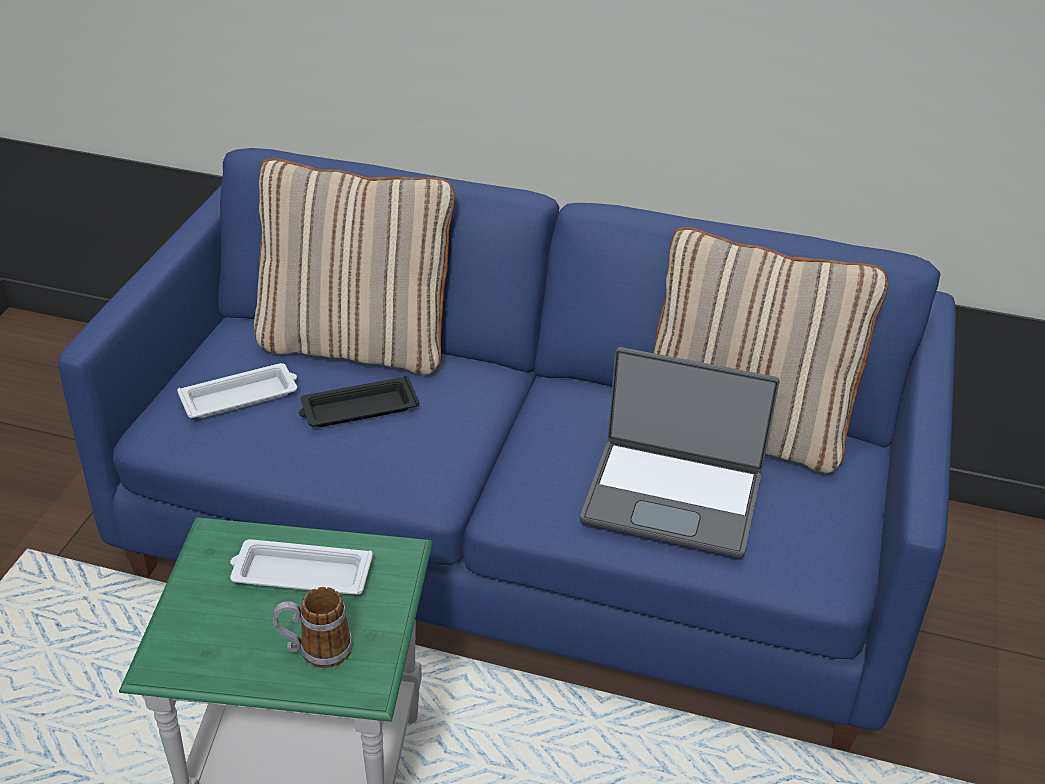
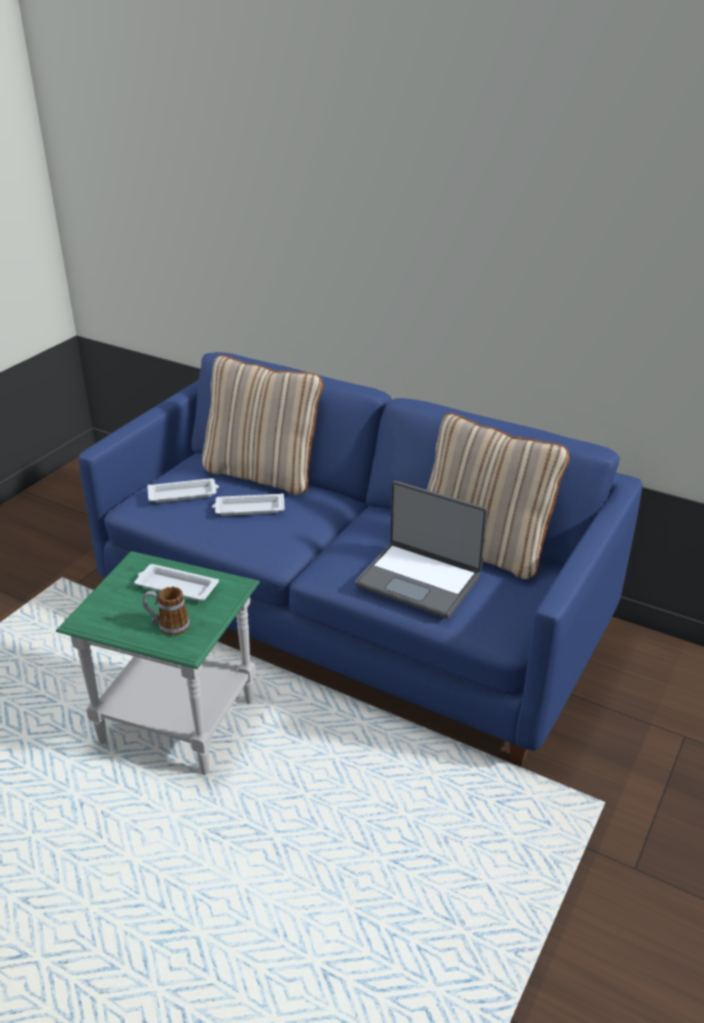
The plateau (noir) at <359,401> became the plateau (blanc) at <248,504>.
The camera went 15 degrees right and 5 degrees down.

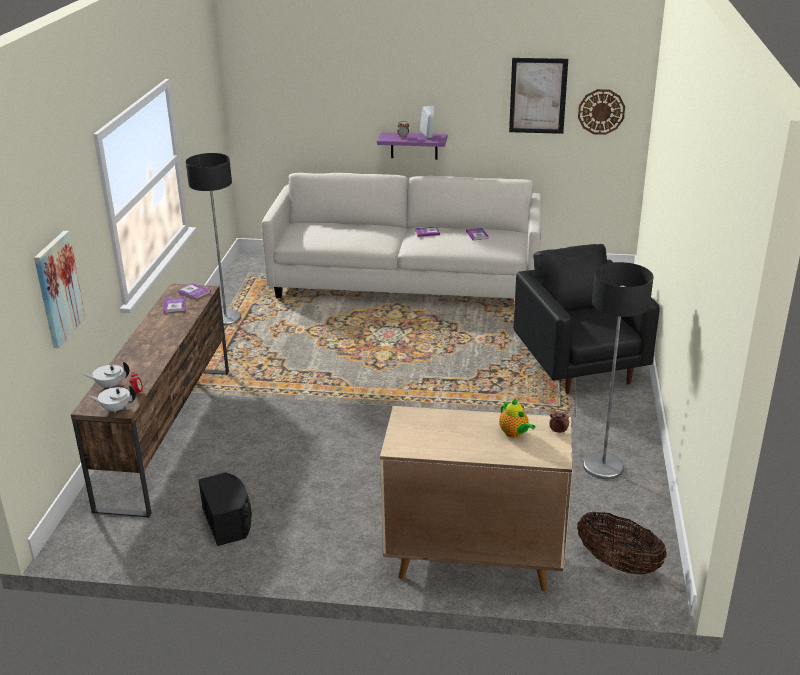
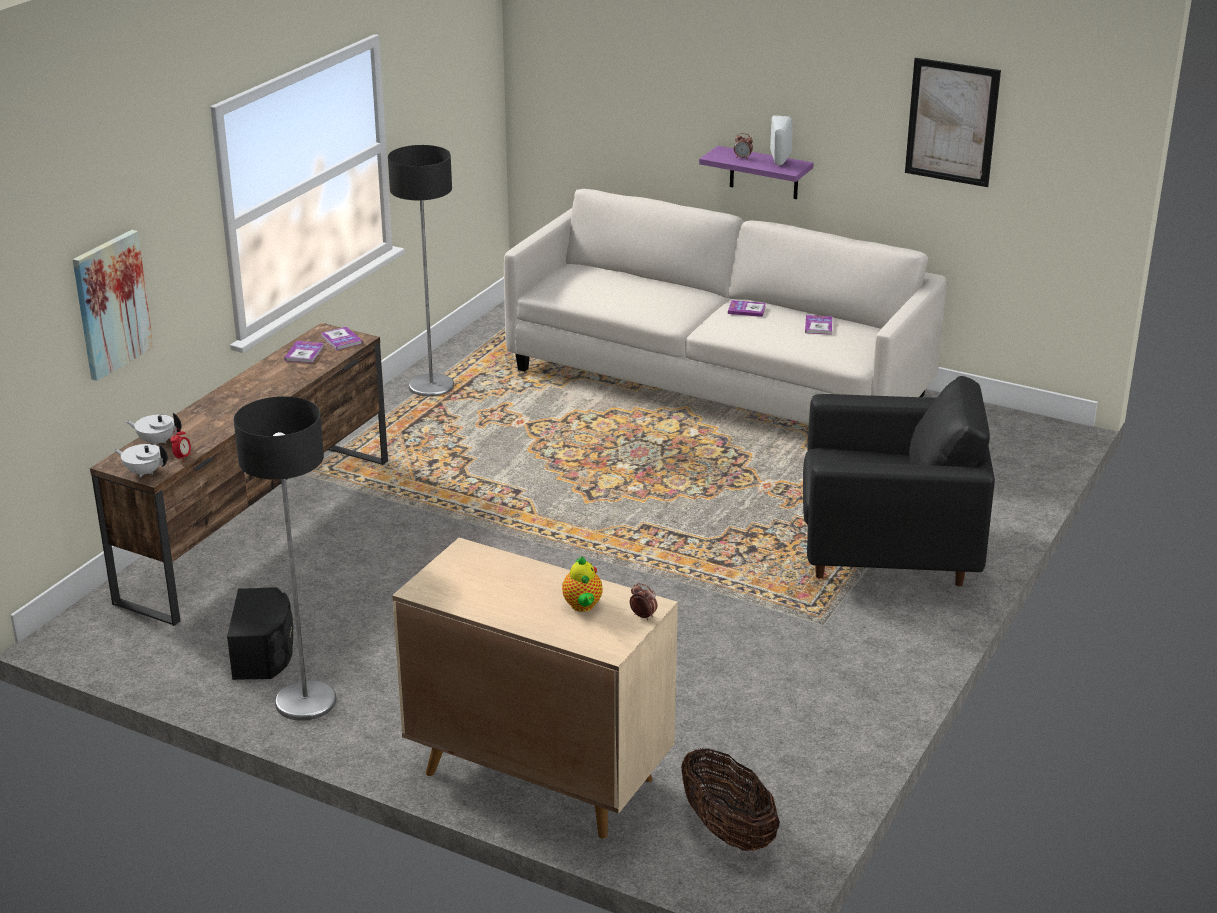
The horloge murale at <601,112> disappeared.
The fauteuil (noir) at <586,319> turned 90 degrees clockwise.
The lampadaire moved from <618,370> to <285,558>.
The camera went 20 degrees right and 0 degrees up.

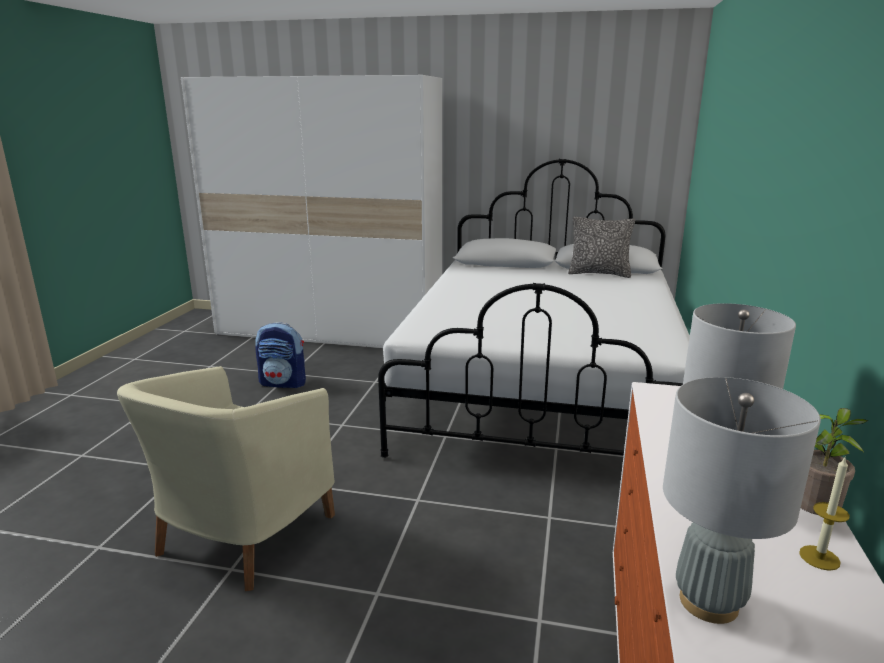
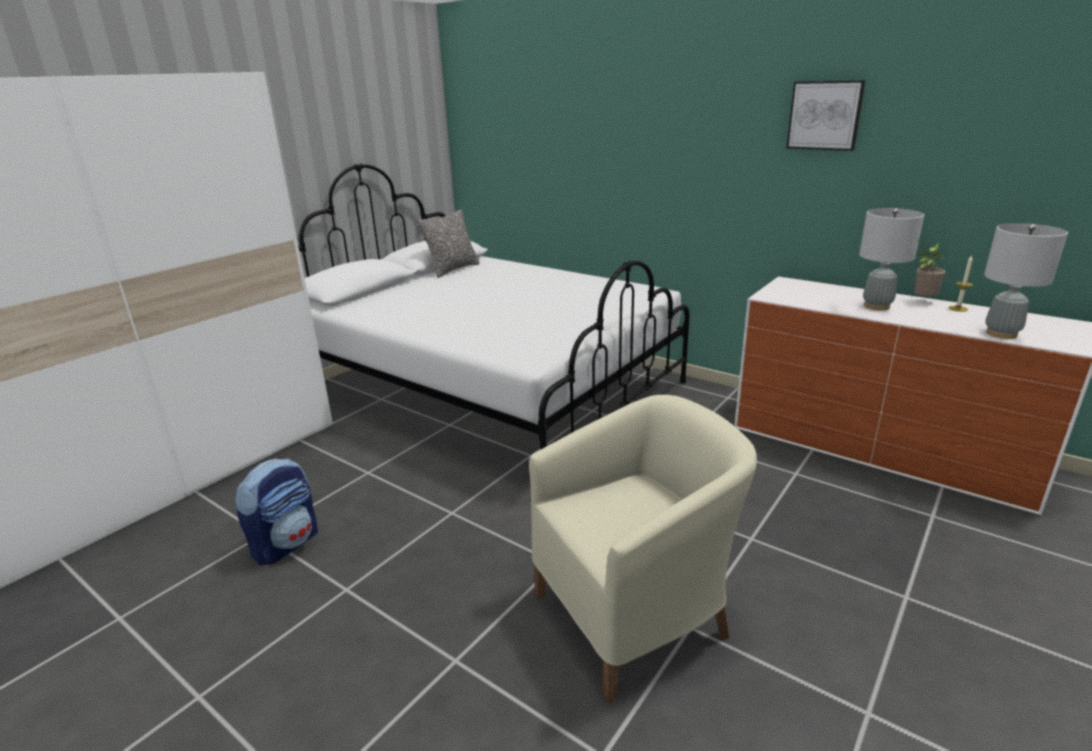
The fauteuil (beige) at <226,478> turned 75 degrees counterclockwise.
The tableau at <825,115> appeared.
The camera went 65 degrees left and 5 degrees up.

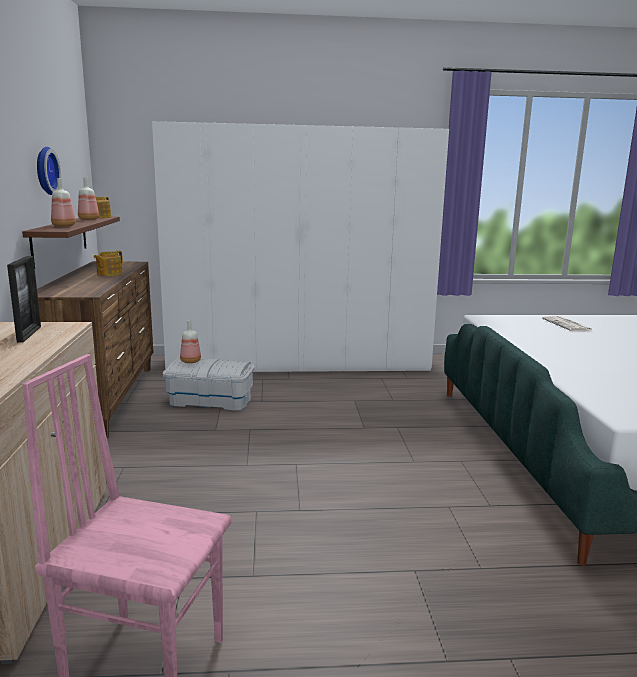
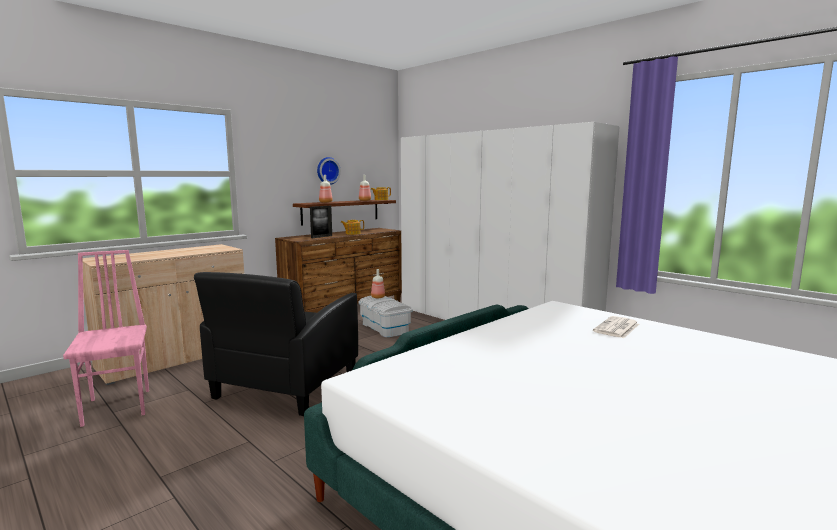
The cadre photo moved from <24,299> to <321,222>.
The fauteuil (noir) at <276,344> appeared.
The camera went 50 degrees right and 5 degrees down.

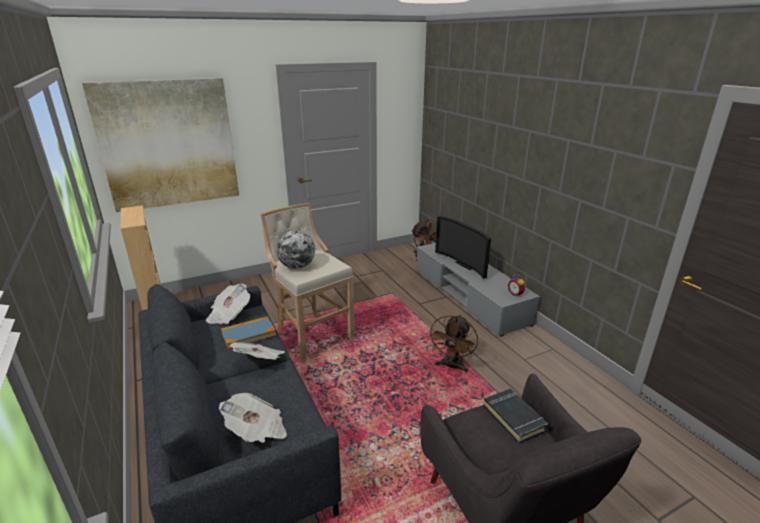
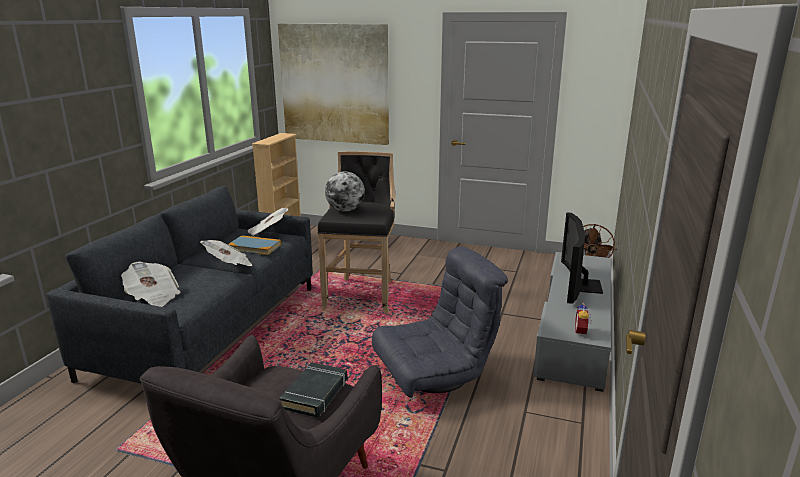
The tabouret (beige) at <308,283> became the tabouret (noir) at <356,232>.
The ventilateur (marron) at <453,343> was replaced by the fauteuil (gris) at <440,322>.
The camera went 45 degrees right and 5 degrees down.

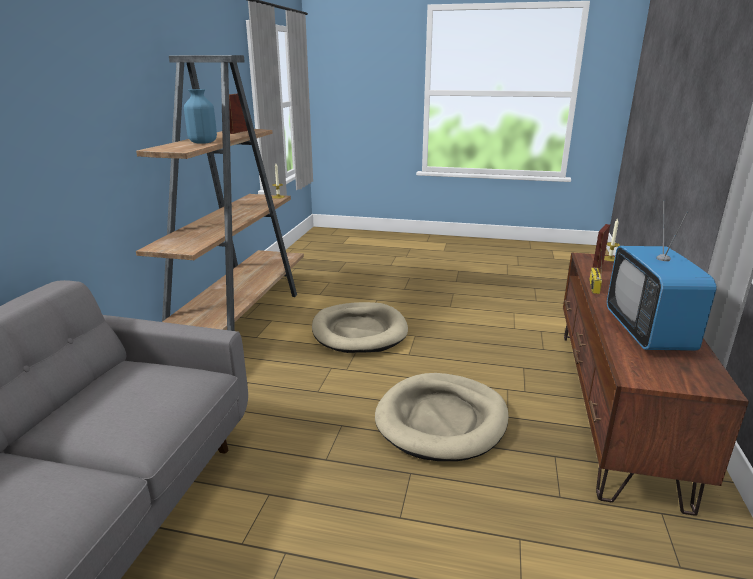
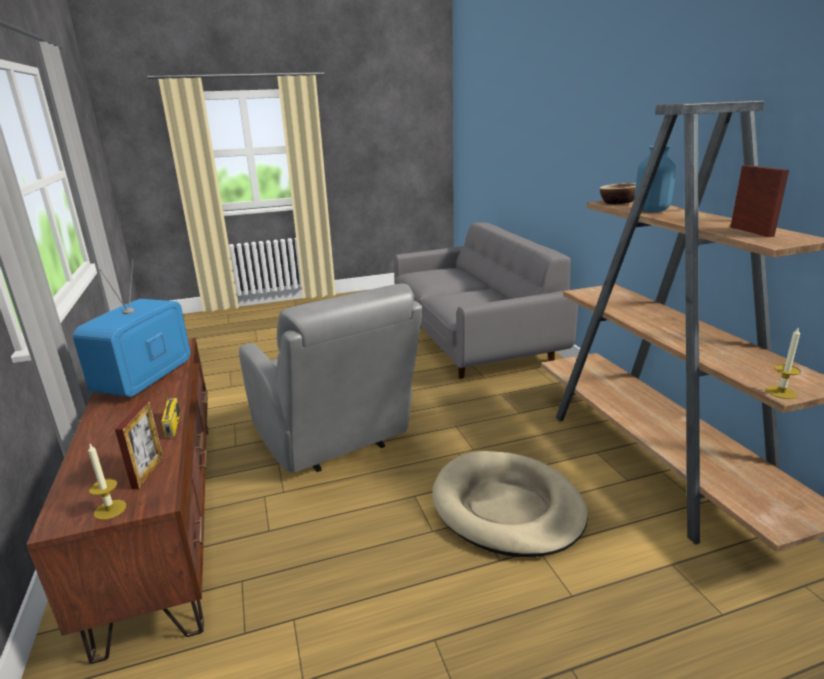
The téléviseur at <662,275> turned 135 degrees counterclockwise.
The panier pour chien (beige) at <442,417> was replaced by the fauteuil (gris) at <331,377>.
The bol at <618,193> appeared.
The camera went 150 degrees right and 0 degrees up.

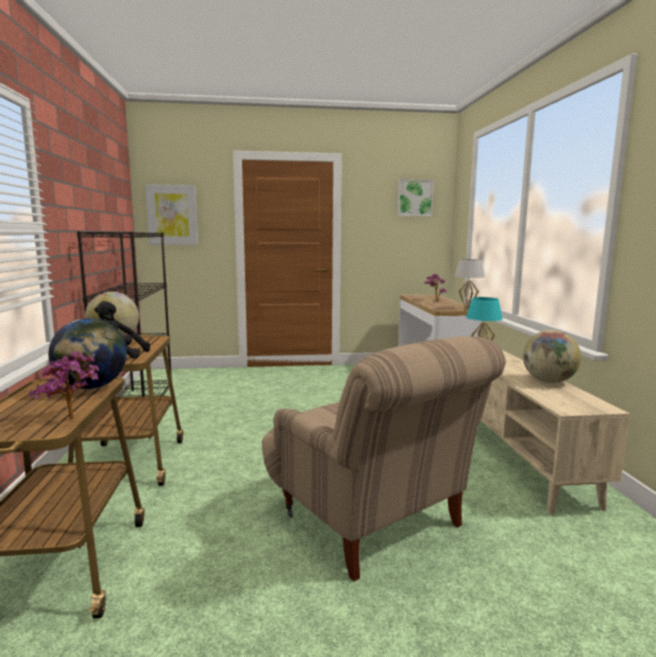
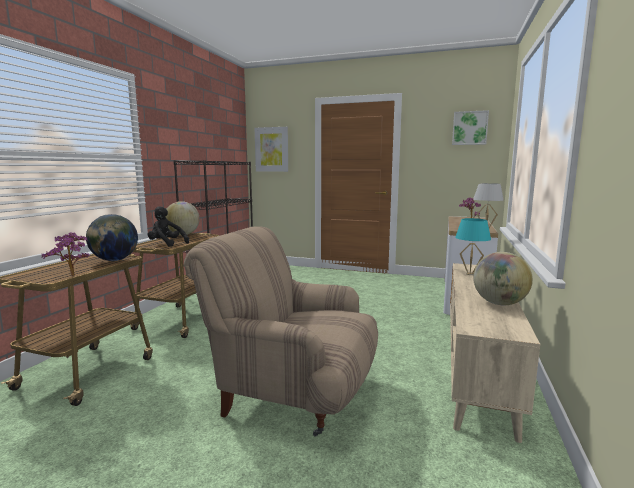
The fauteuil (beige) at <384,458> turned 120 degrees clockwise.
The camera went 25 degrees right and 0 degrees up.

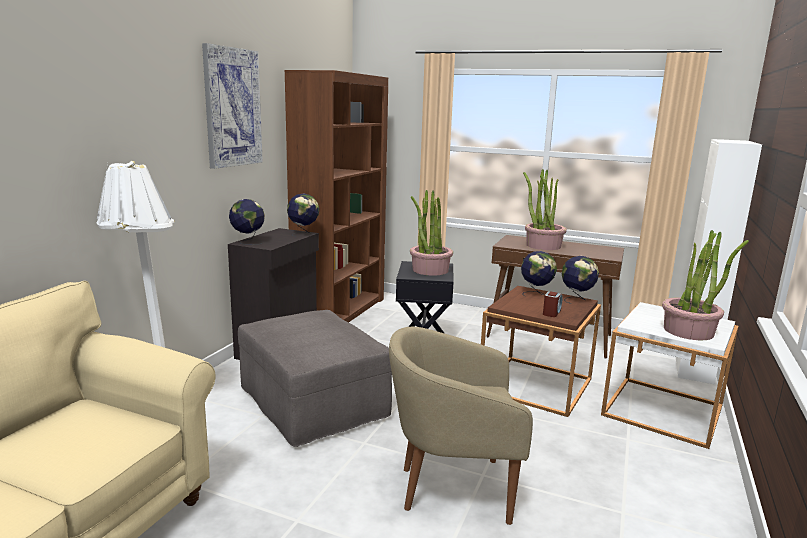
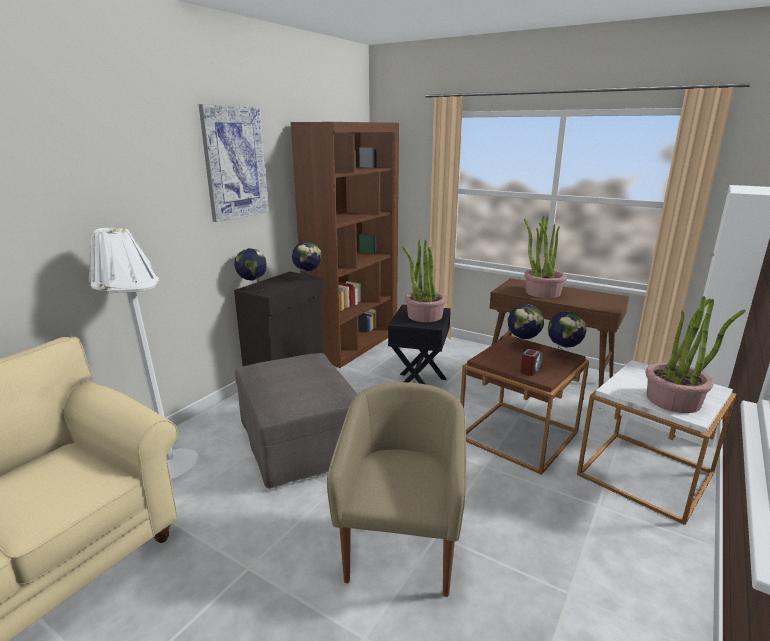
The fauteuil (beige) at <461,425> turned 90 degrees clockwise.
The camera went 10 degrees right and 5 degrees up.

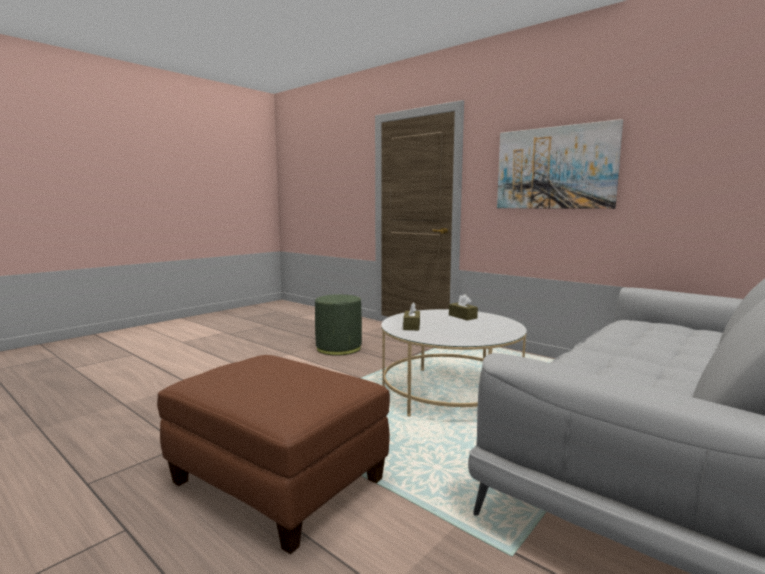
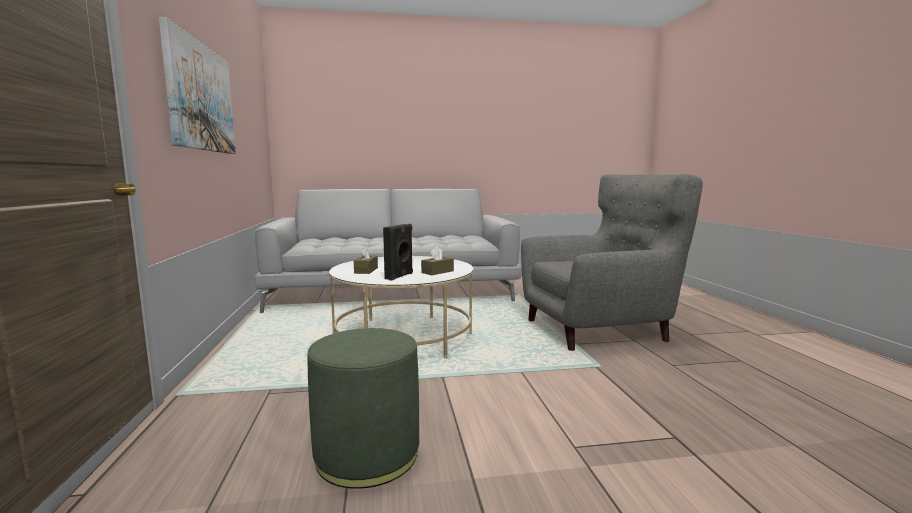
The pouf (marron) at <273,454> was replaced by the fauteuil (gris) at <612,262>.
The enceinte (noir) at <398,252> appeared.
The camera went 140 degrees left and 0 degrees up.

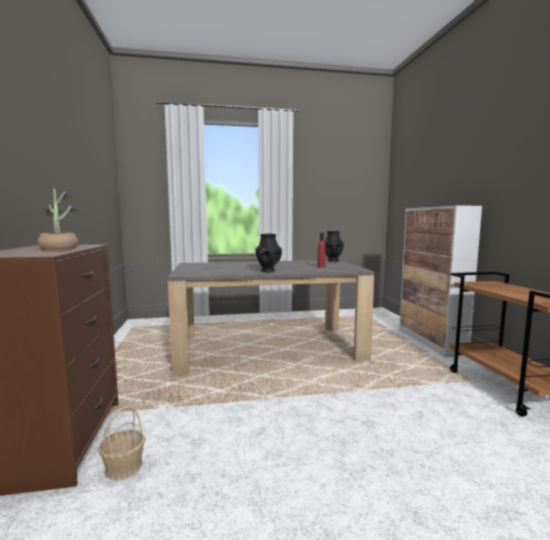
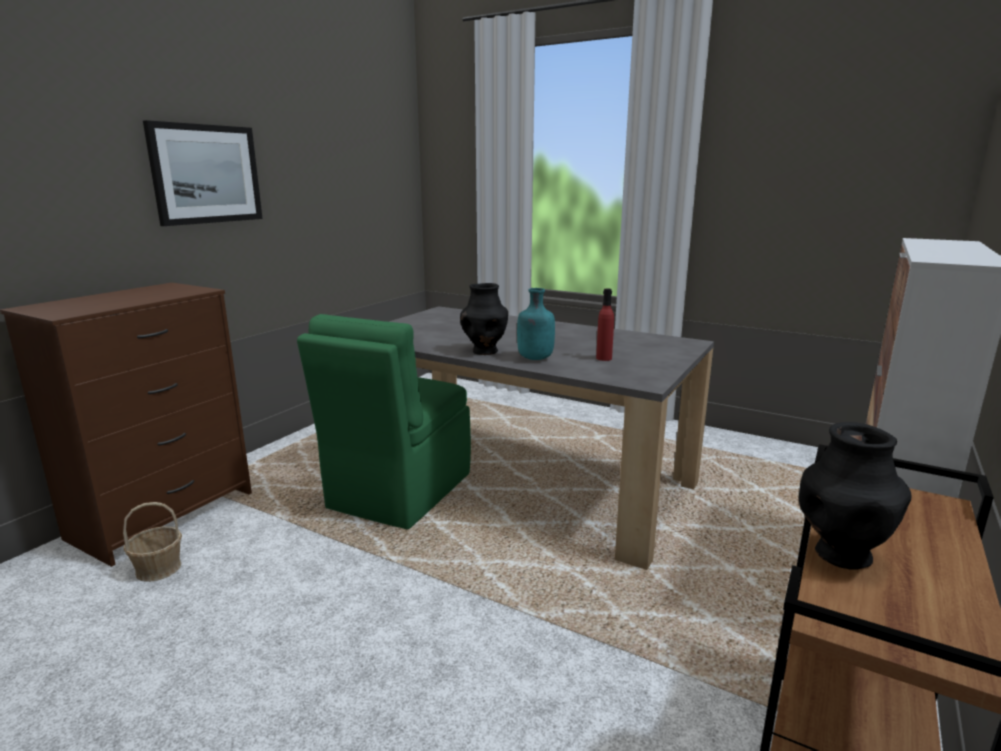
The plante en pot at <58,219> disappeared.
The vase (noir) moved from <334,246> to <855,496>.
The tableau at <203,173> appeared.
The bouteille (turquoise) at <536,324> appeared.
The chaise (vert) at <384,421> appeared.
The camera went 40 degrees right and 10 degrees up.

